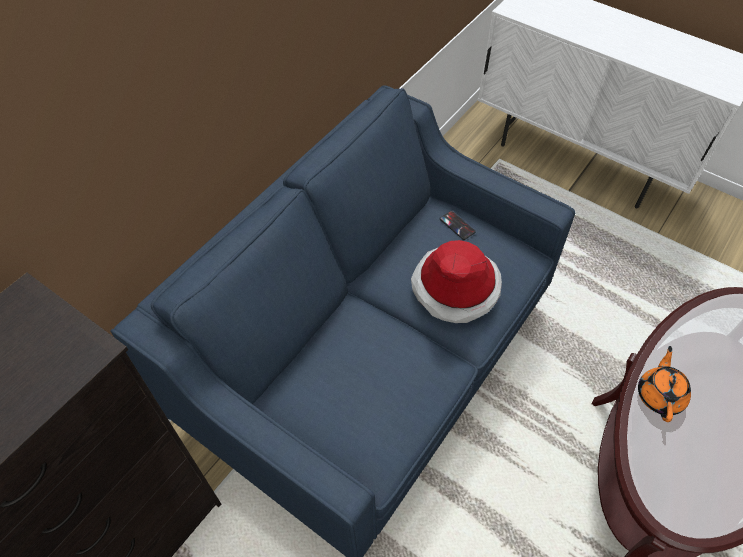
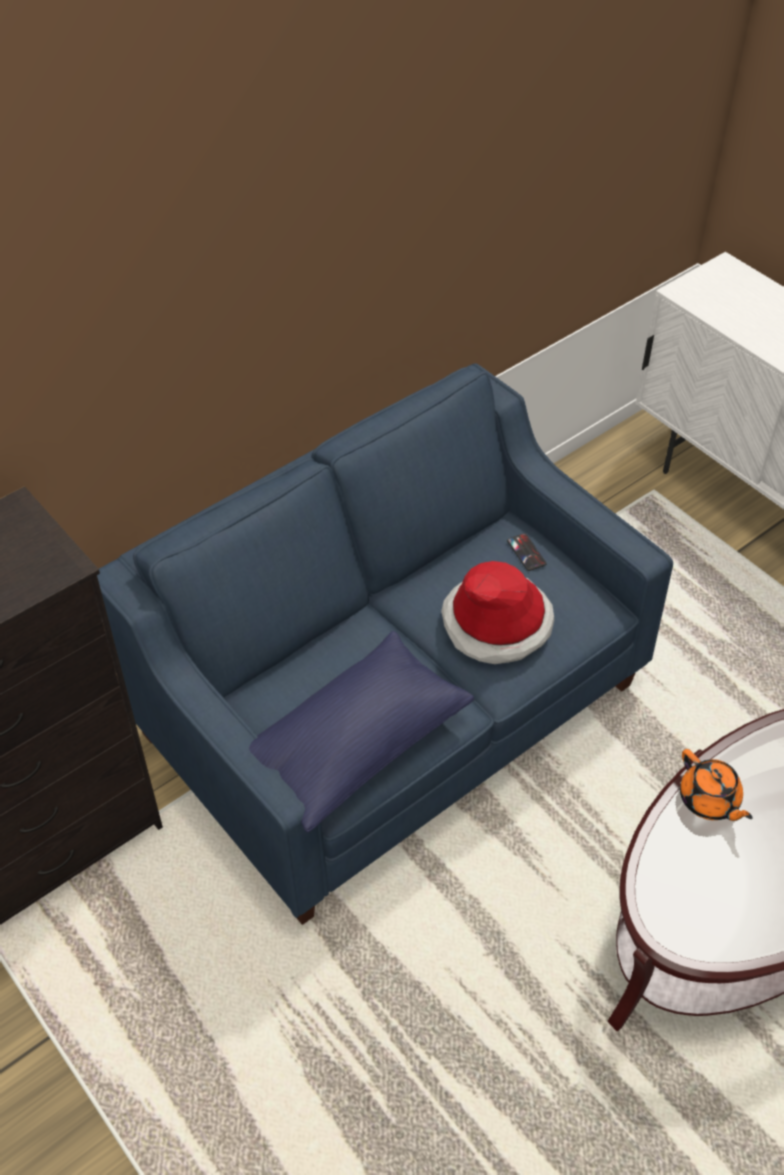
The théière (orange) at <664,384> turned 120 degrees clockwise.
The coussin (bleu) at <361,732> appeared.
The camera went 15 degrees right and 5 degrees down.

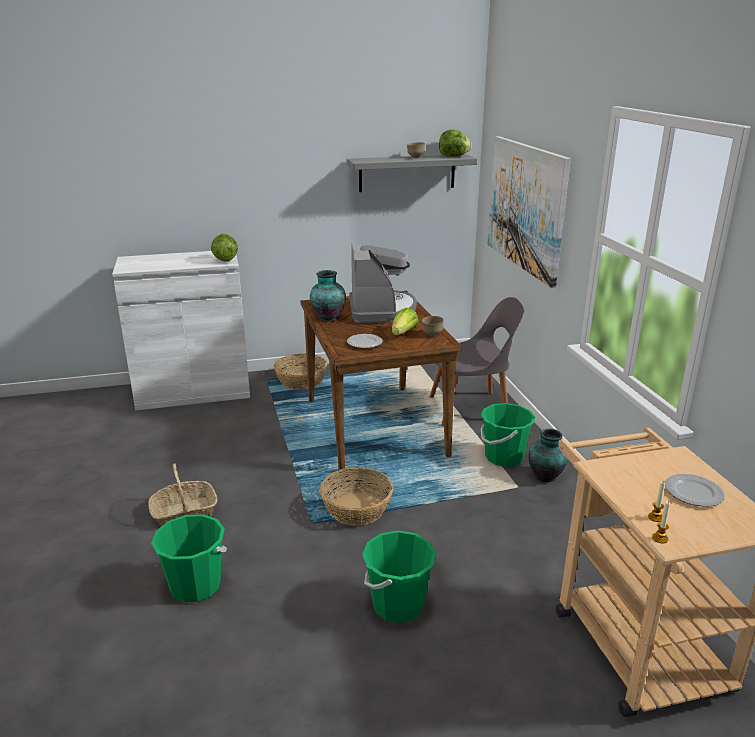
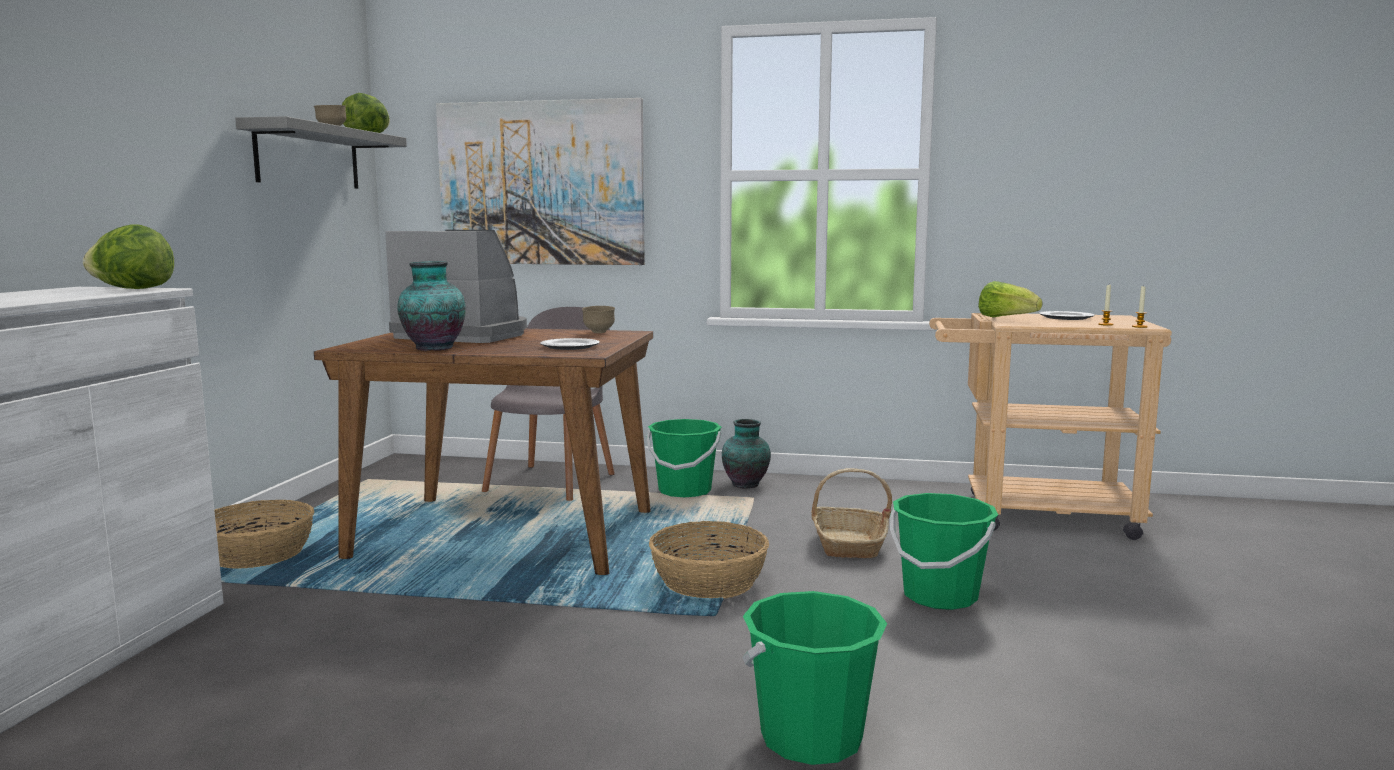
The laitue moved from <405,321> to <1010,299>.
The panier moved from <183,495> to <851,513>.
The camera went 65 degrees left and 15 degrees down.

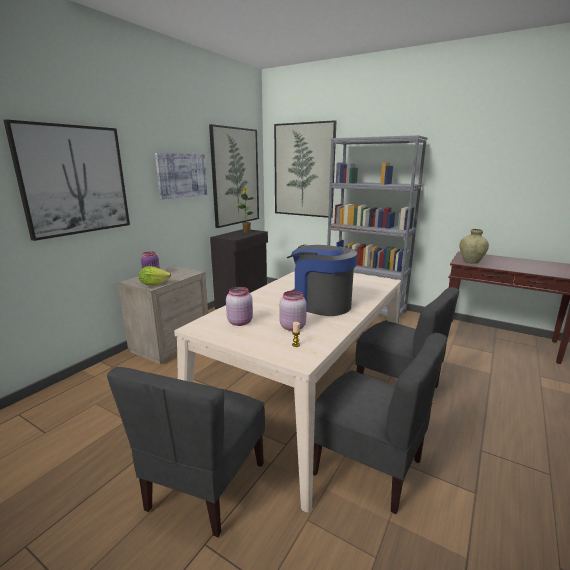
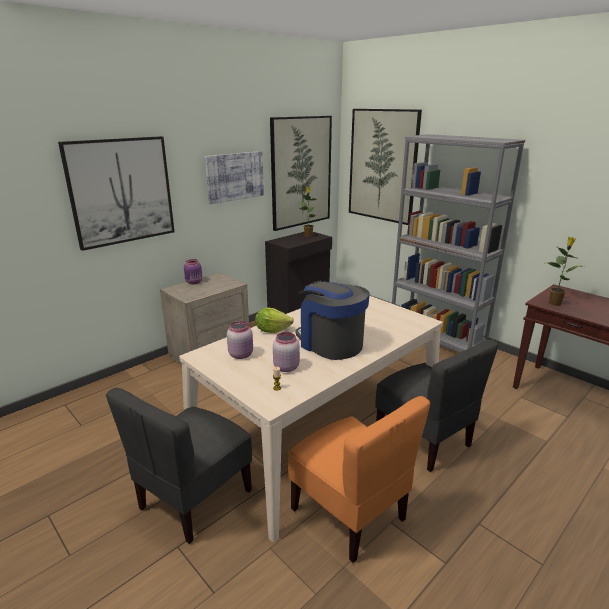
The vase (beige) at <474,246> was replaced by the plante en pot at <562,271>.
The laitue moved from <155,276> to <274,320>.
The chaise (gris) at <380,423> became the chaise (orange) at <359,479>.
The camera went 15 degrees right and 5 degrees up.

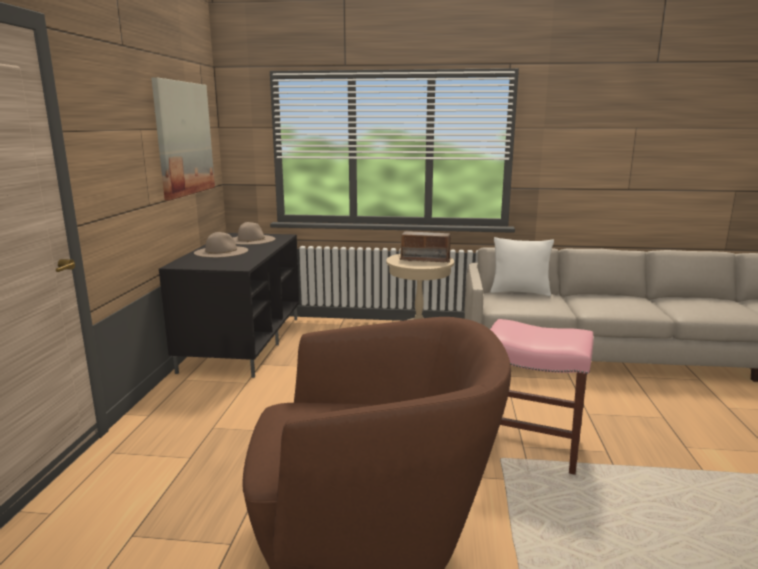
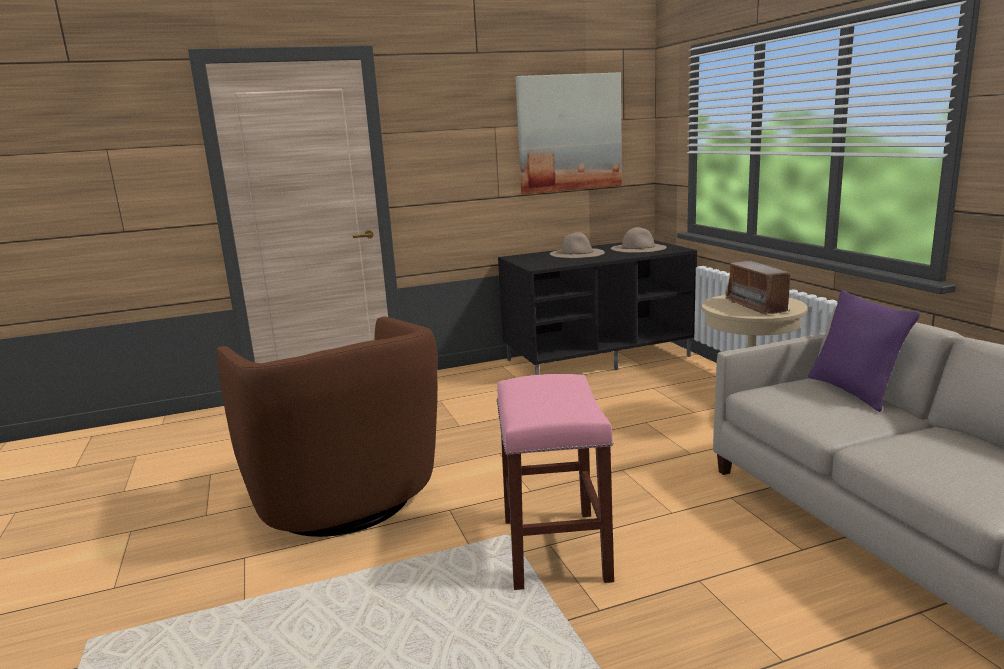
The coussin (blanc) at <522,266> became the coussin (violet) at <864,351>.
The camera went 65 degrees right and 0 degrees up.

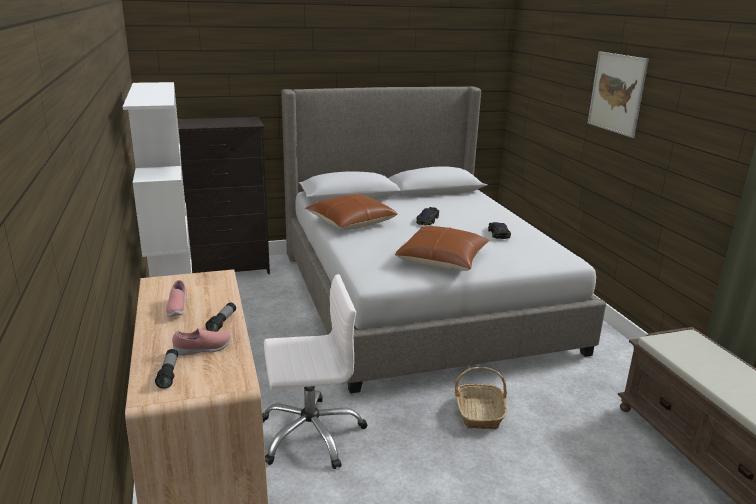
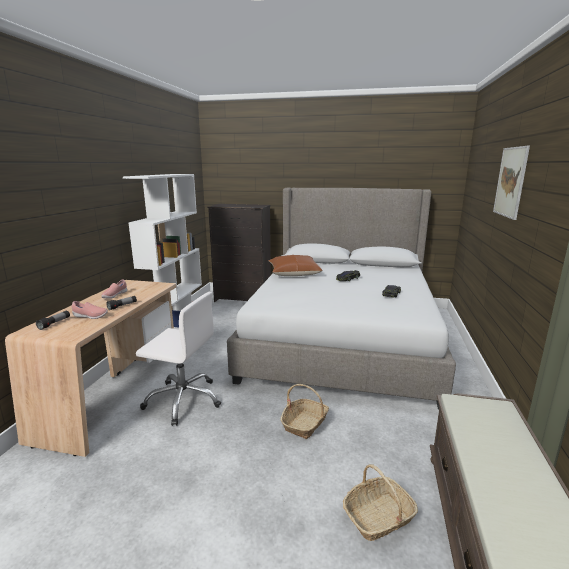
The coussin (marron) at <442,248> disappeared.
The panier at <380,502> appeared.
The camera went 30 degrees right and 5 degrees down.

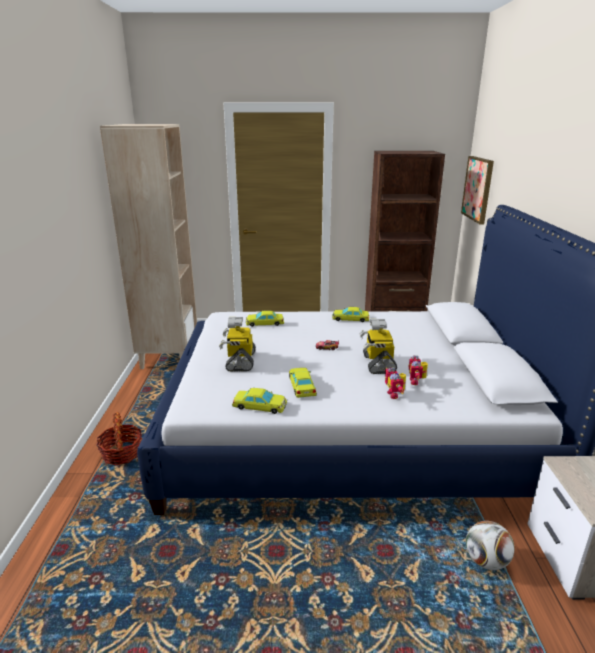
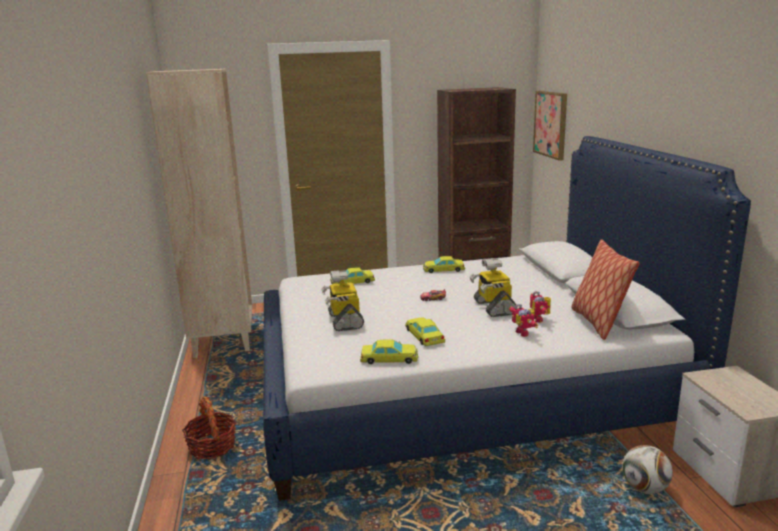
The coussin at <605,289> appeared.
The camera went 10 degrees left and 5 degrees down.

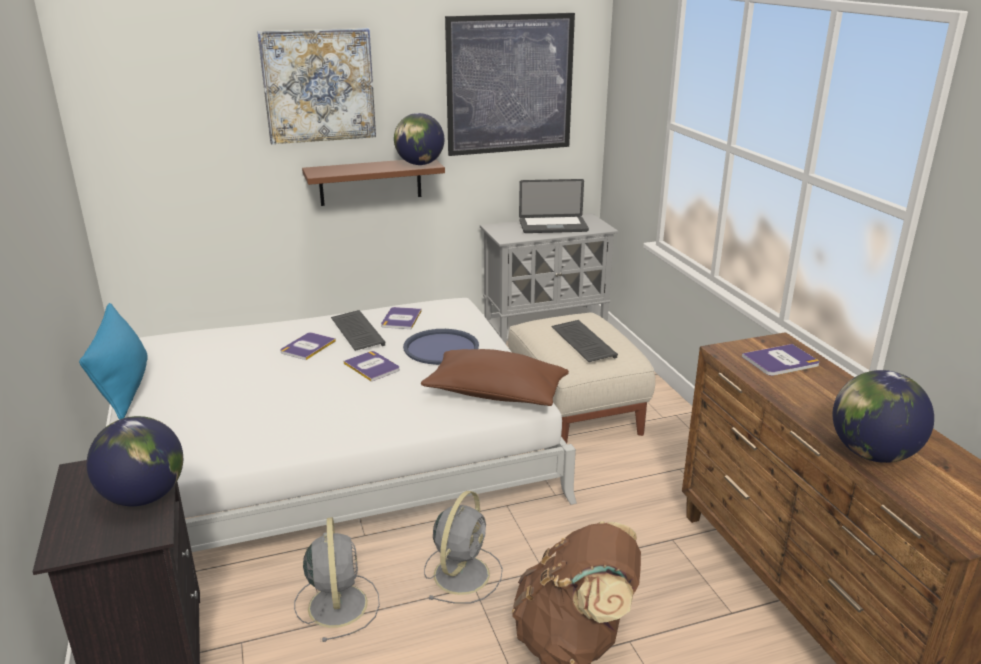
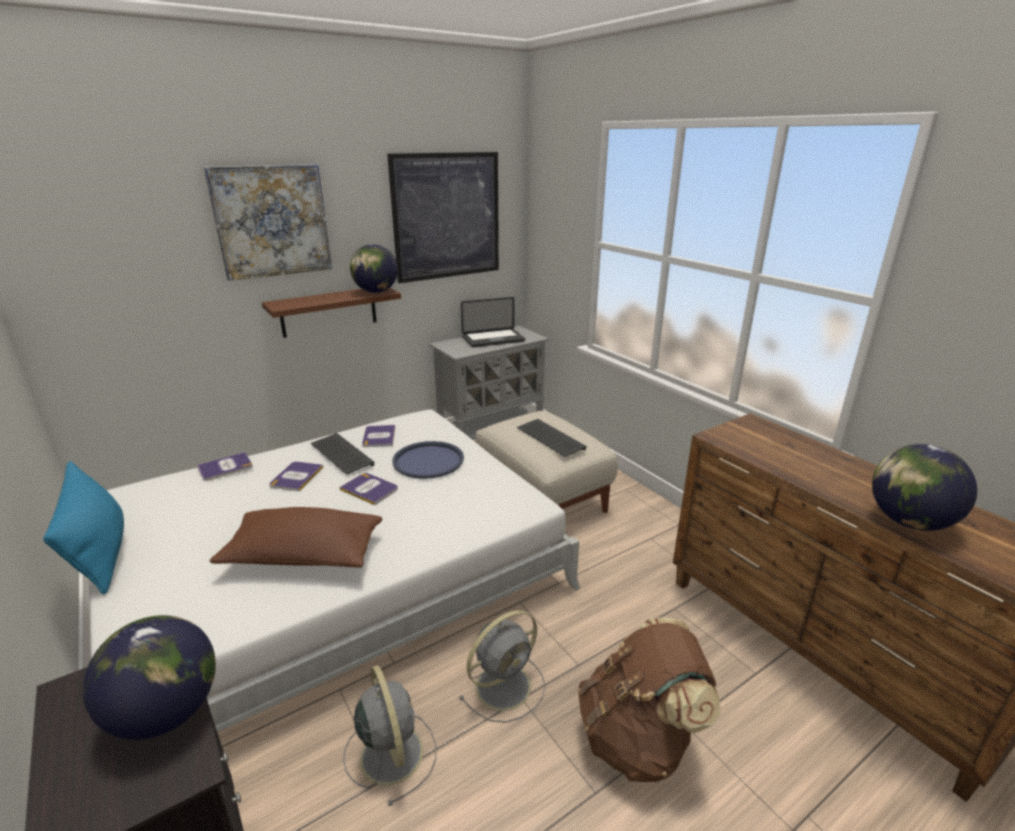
The livre moved from <780,360> to <225,466>.
The coussin (marron) moved from <495,377> to <296,537>.
The ventilateur (gris) at <463,547> turned 45 degrees clockwise.
The camera went 15 degrees left and 0 degrees up.

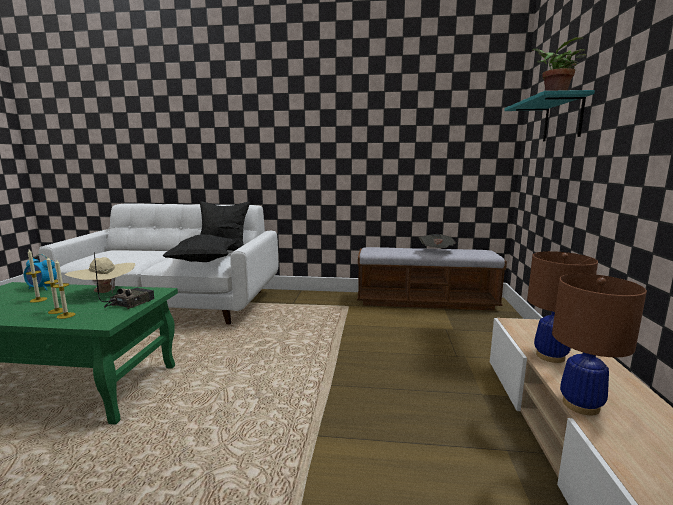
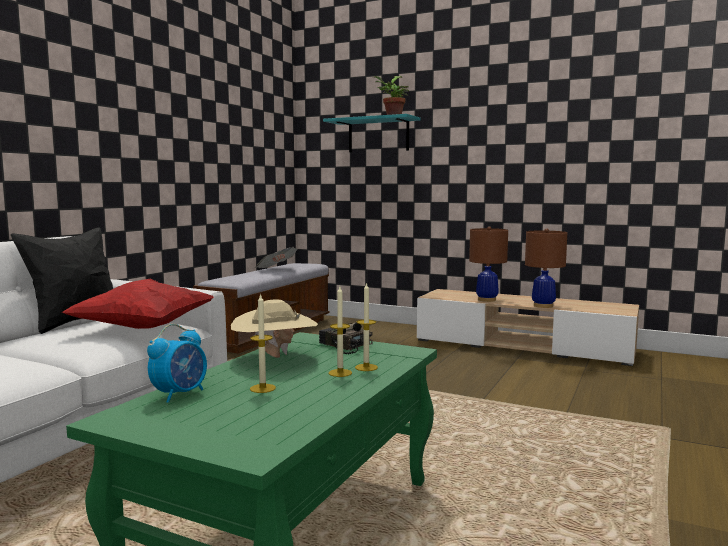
The coussin (noir) at <199,248> became the coussin (rouge) at <138,304>.
The camera went 70 degrees left and 5 degrees down.

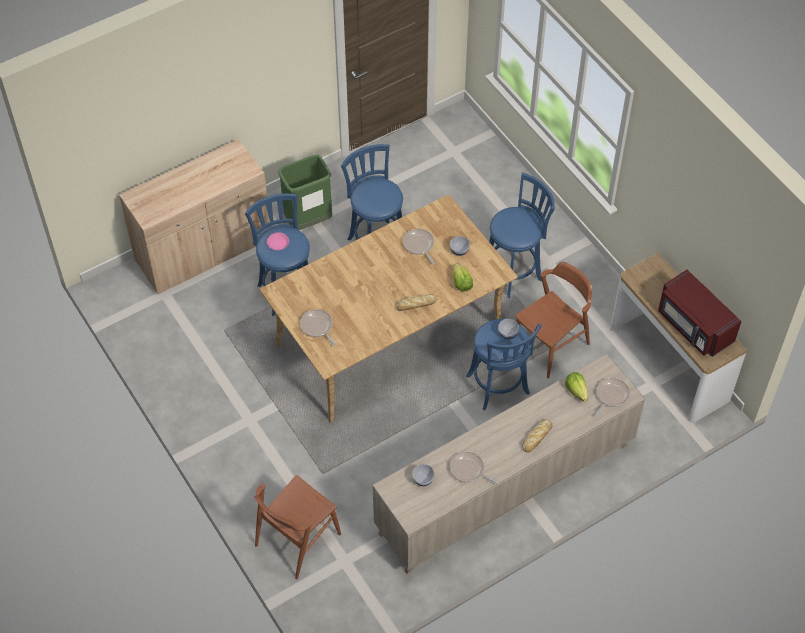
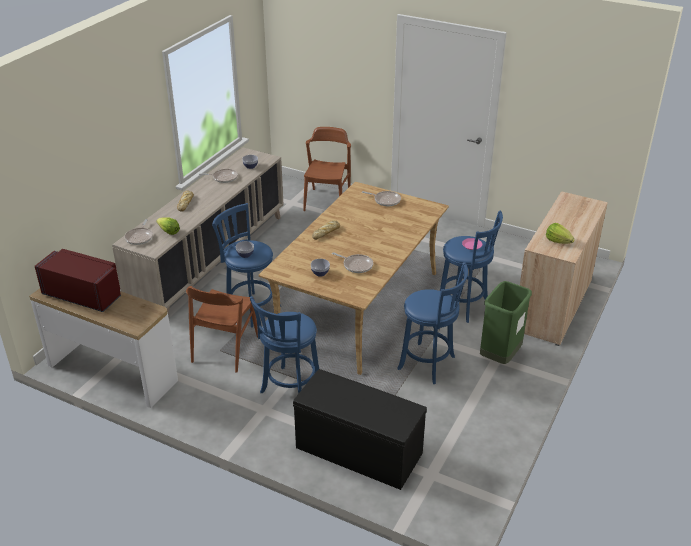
The laitue moved from <463,277> to <560,233>.
The banc (noir) at <360,429> appeared.
The camera went 150 degrees right and 20 degrees down.

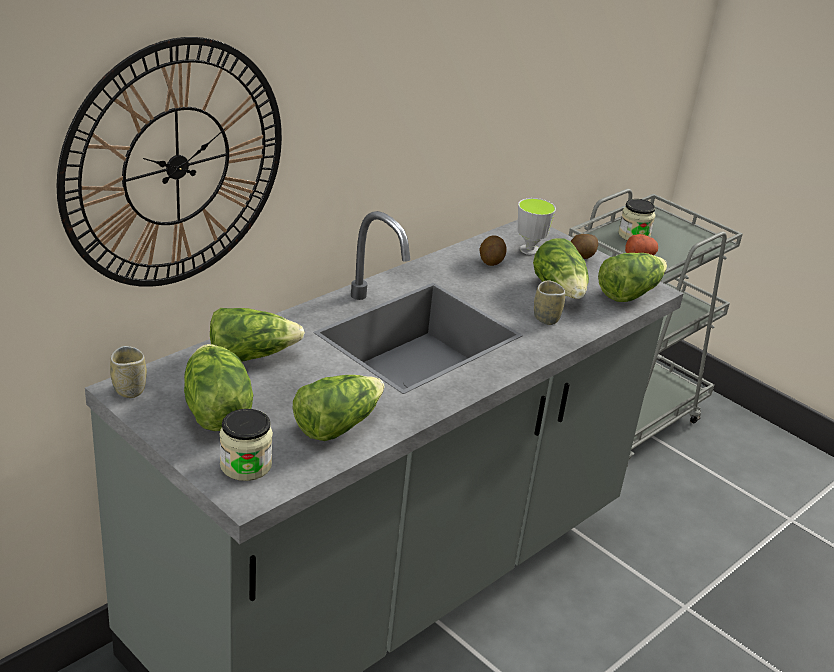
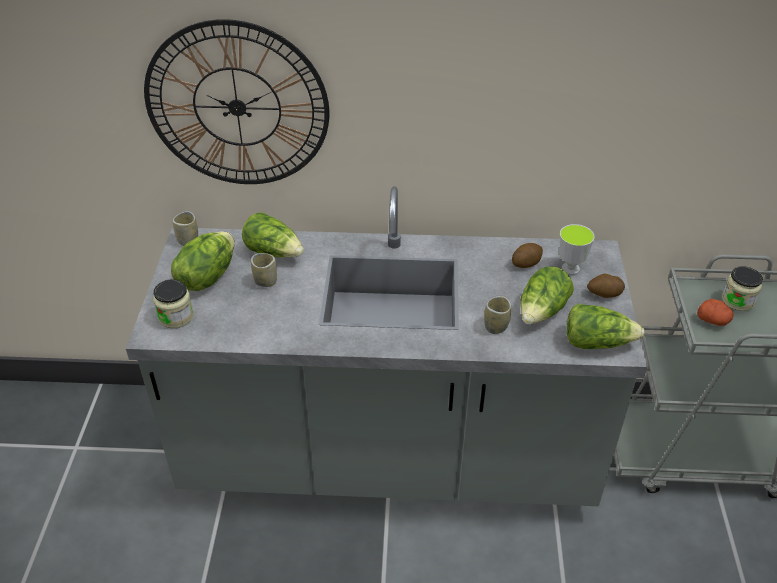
The laitue at <338,408> disappeared.
The tasse at <264,270> appeared.
The camera went 50 degrees right and 10 degrees up.

